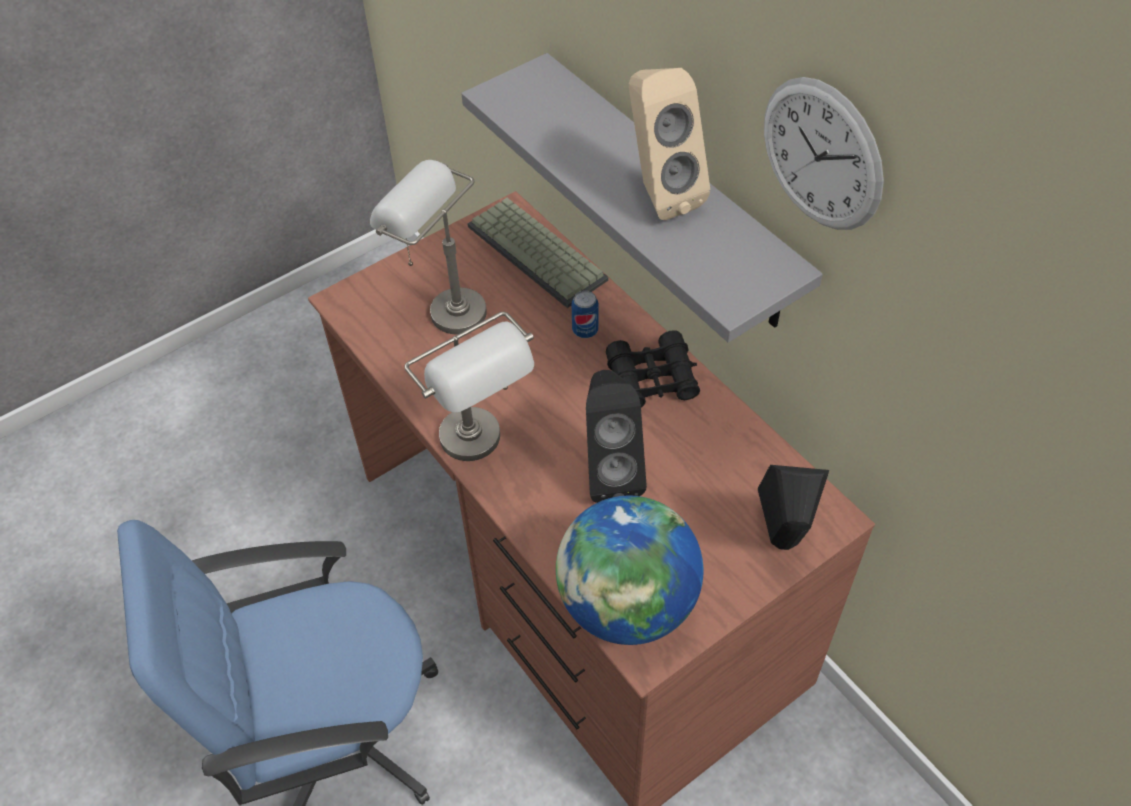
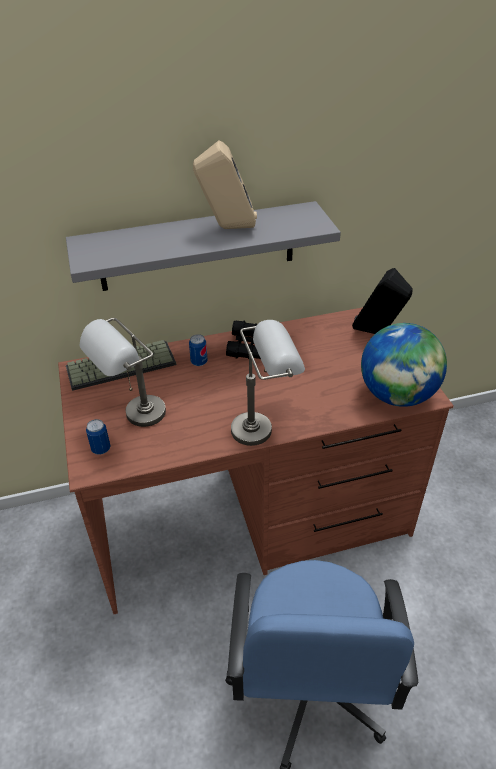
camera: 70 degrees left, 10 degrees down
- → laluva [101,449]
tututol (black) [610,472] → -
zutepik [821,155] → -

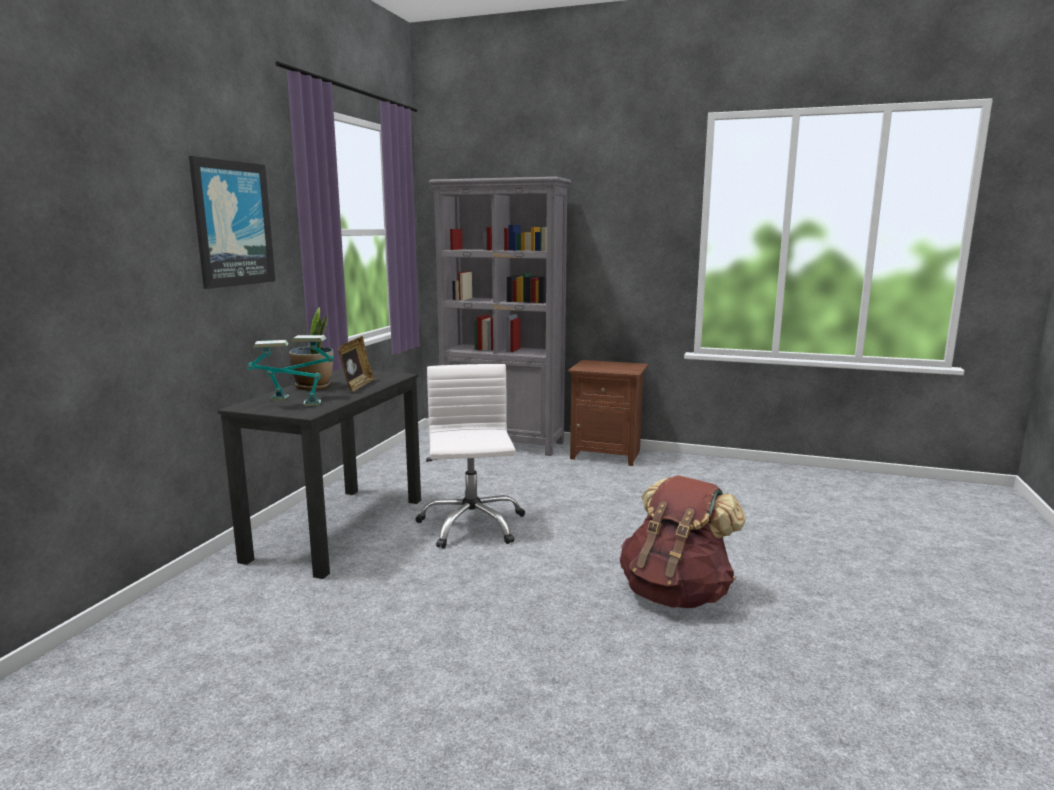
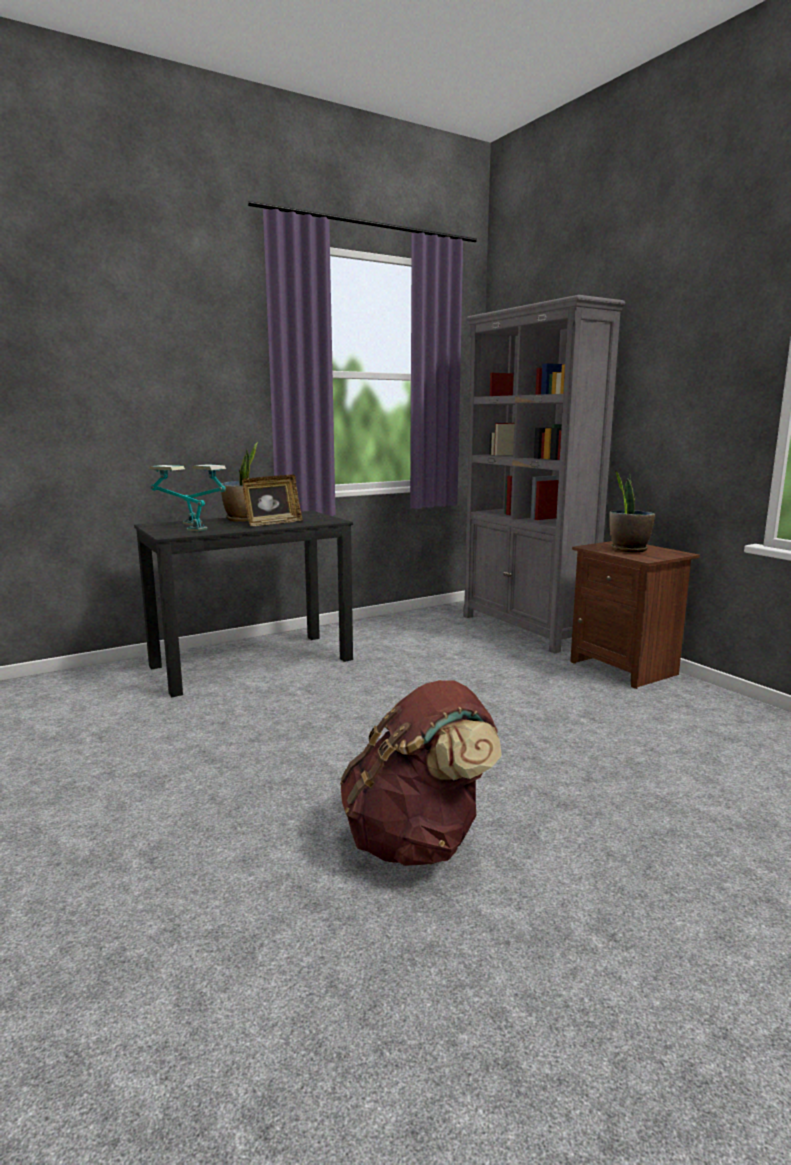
camera: 40 degrees right, 0 degrees up
- → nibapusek [628,550]
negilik [232,224] → -
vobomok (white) [471,525] → -

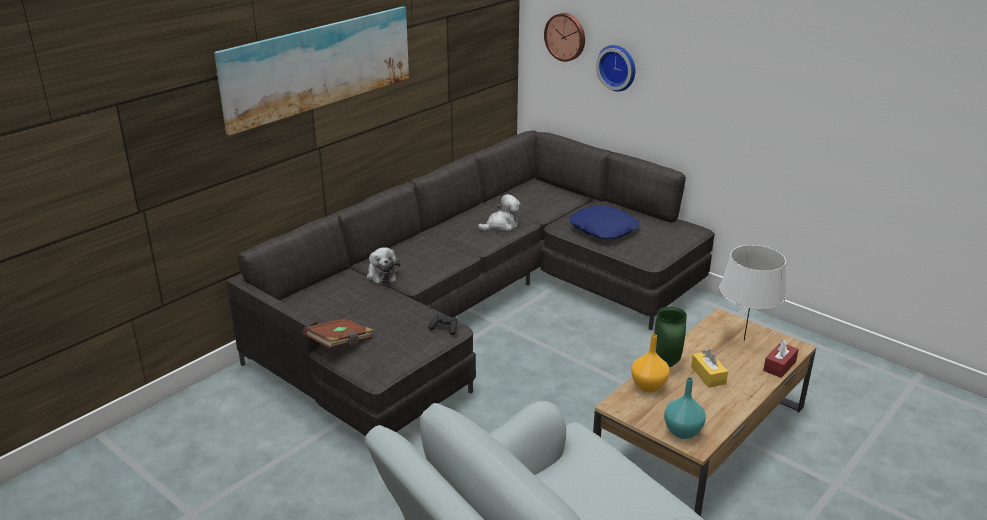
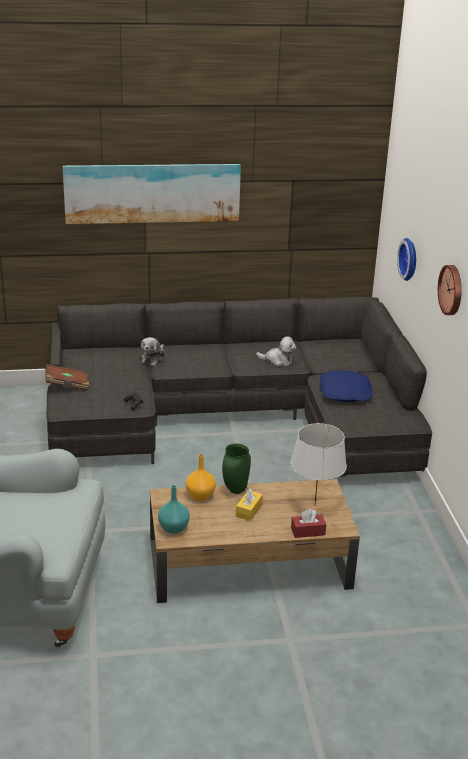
camera: 40 degrees right, 0 degrees up
zutepik [566,36] → zutepik [452,290], move

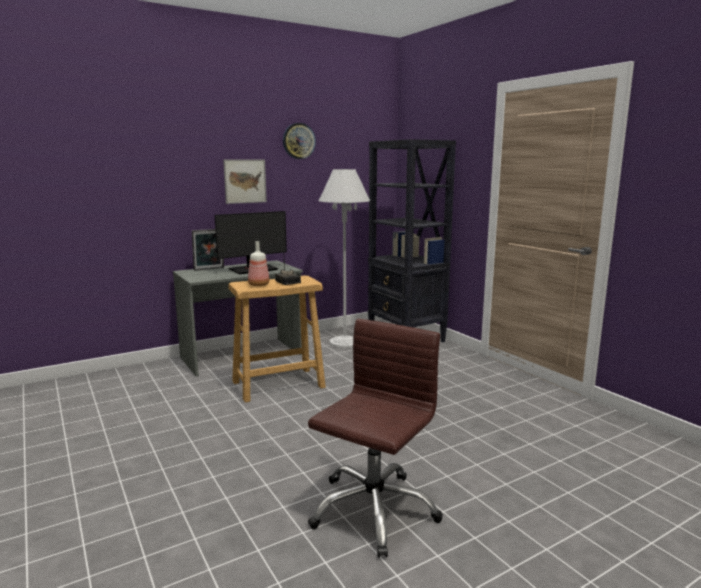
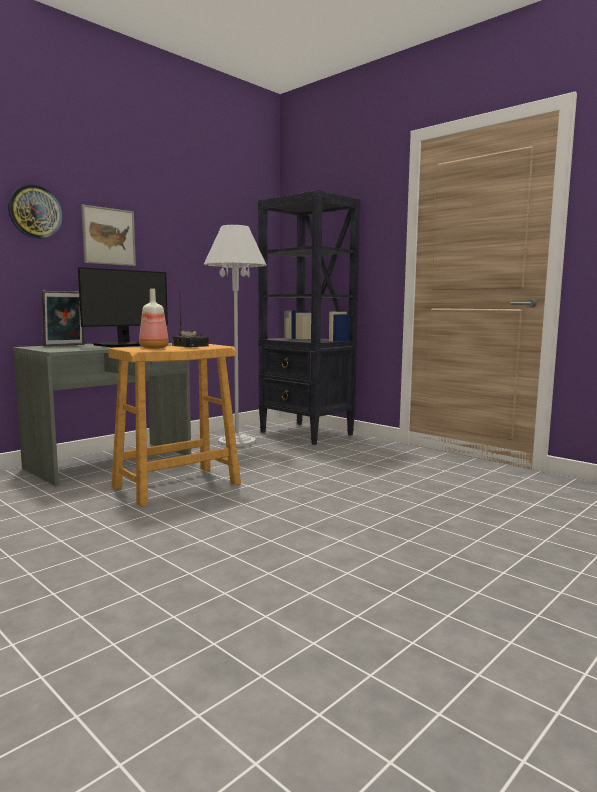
camera: 15 degrees left, 5 degrees down
zutepik [298,141] → zutepik [35,212], move
vobomok (brown) [373,510] → -

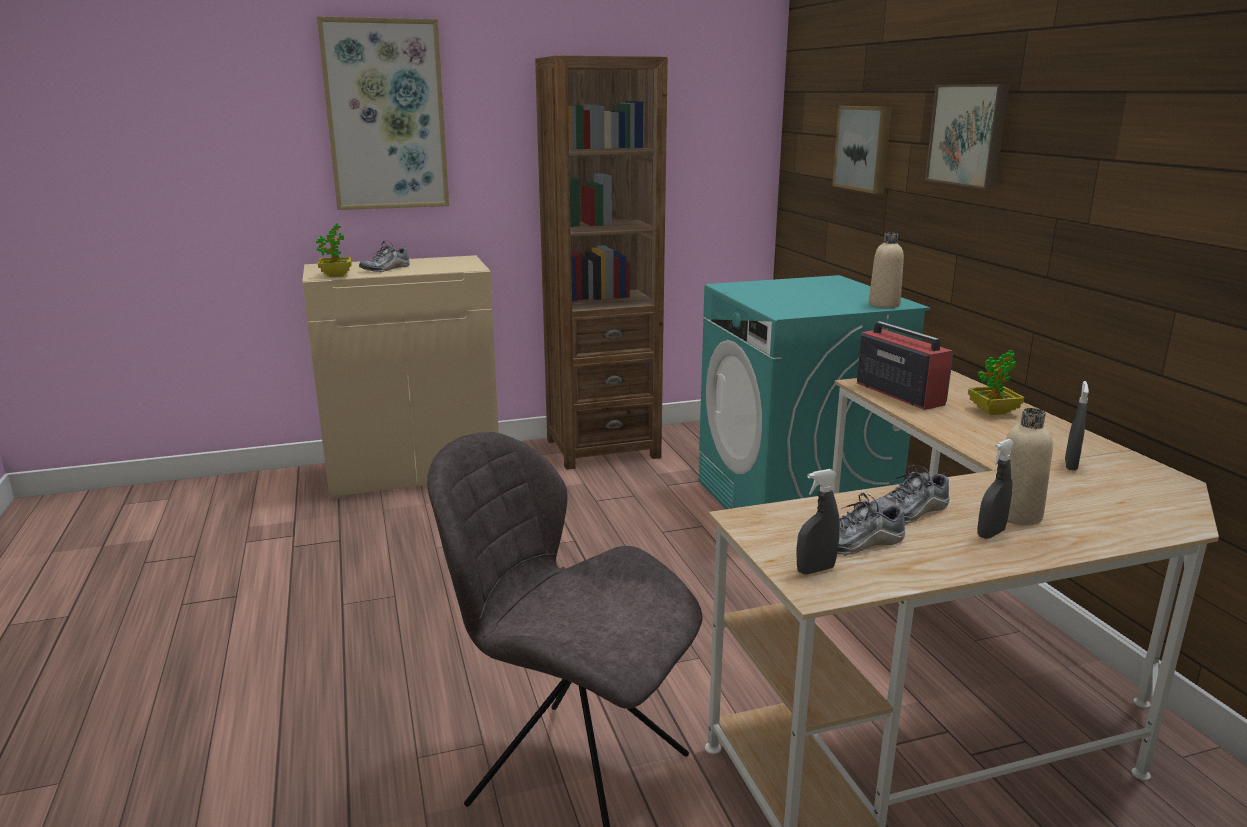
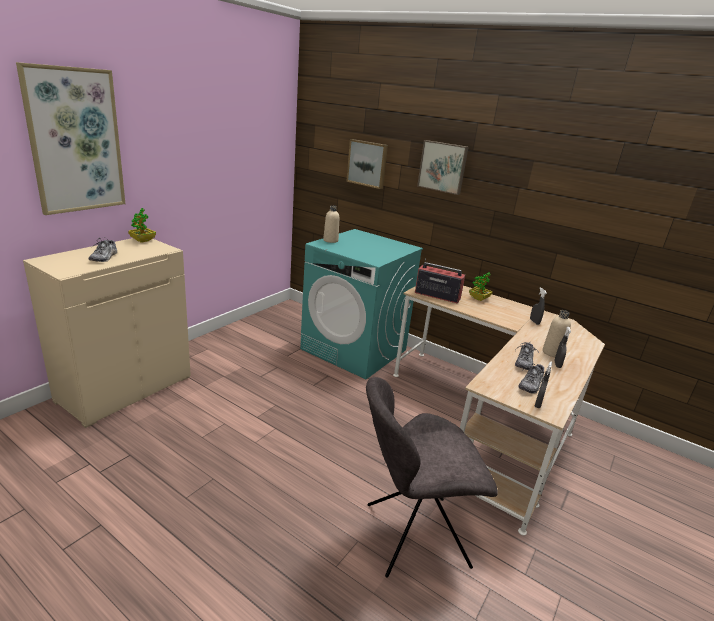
camera: 40 degrees left, 5 degrees up
nibapusek [336,275] → nibapusek [143,240], move
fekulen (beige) [884,305] → fekulen (beige) [330,240], move
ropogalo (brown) [602,448] → -

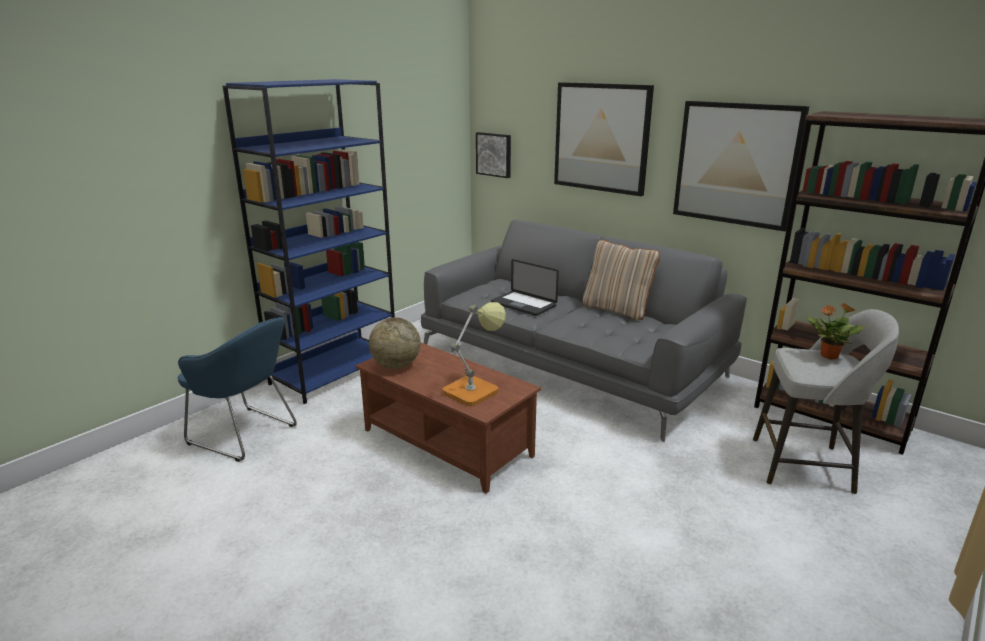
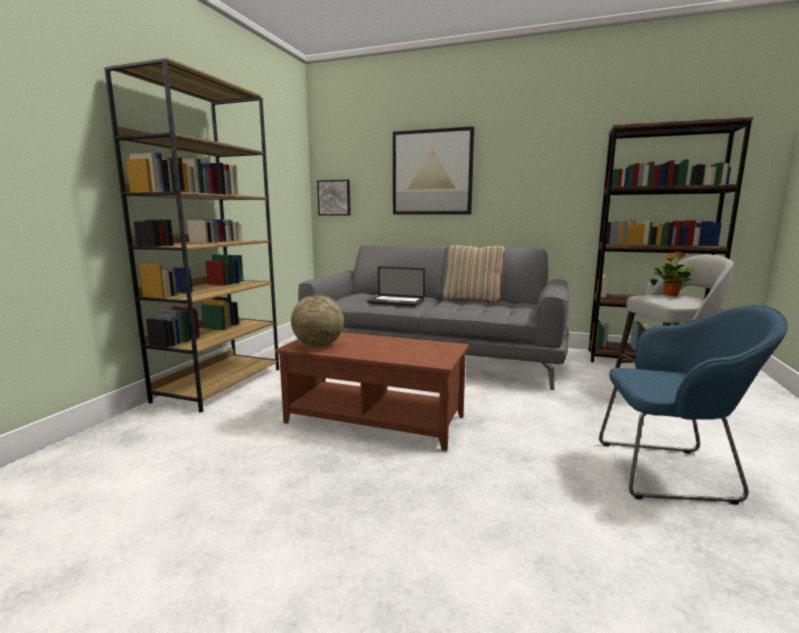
camera: 20 degrees left, 10 degrees down
ropogalo (blue) [335,371] → ropogalo (brown) [220,384]
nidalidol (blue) [247,435] → nidalidol (blue) [671,472], move
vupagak [475,389] → -
negilik [736,164] → -

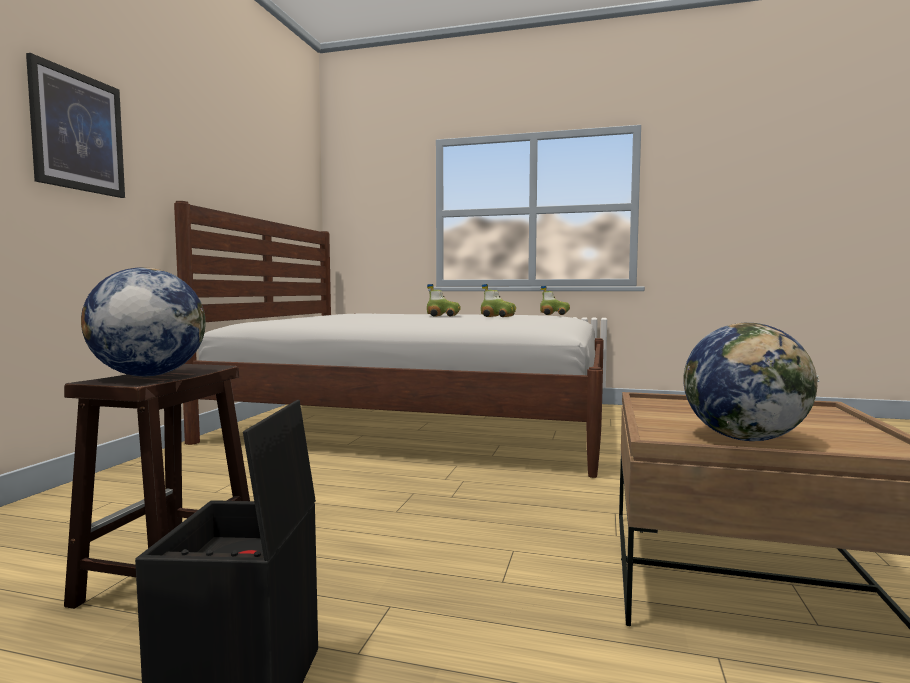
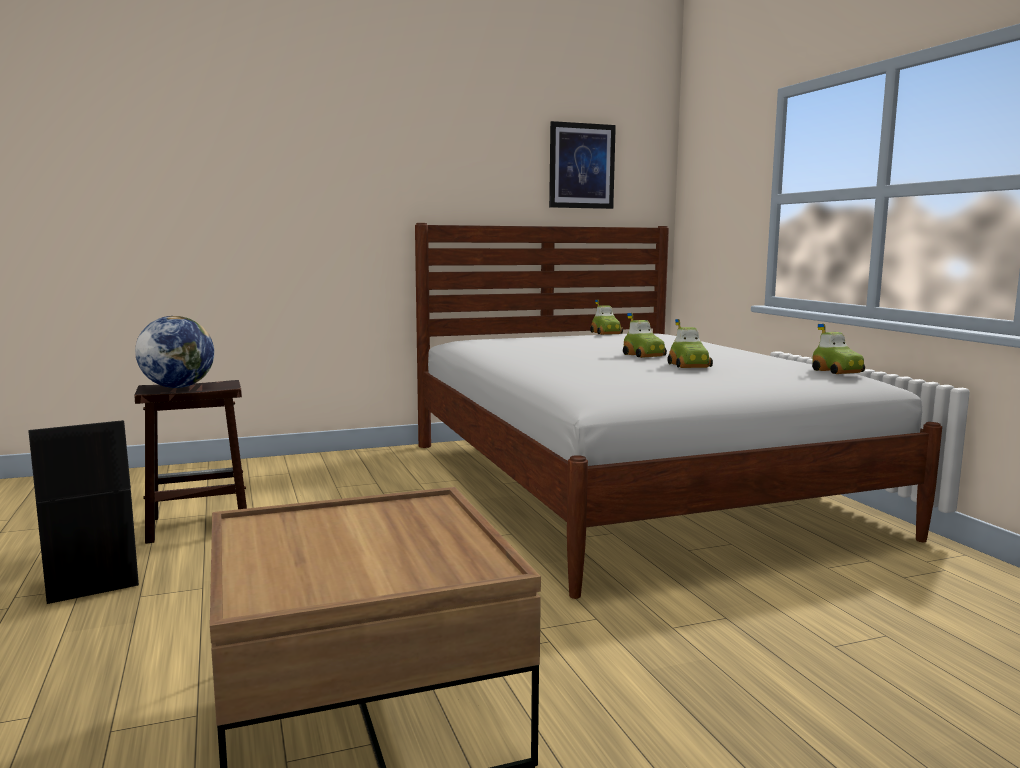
camera: 55 degrees right, 5 degrees up
negilik [78,132] → negilik [581,166], move
- → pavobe [607,333]
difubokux [745,439] → -

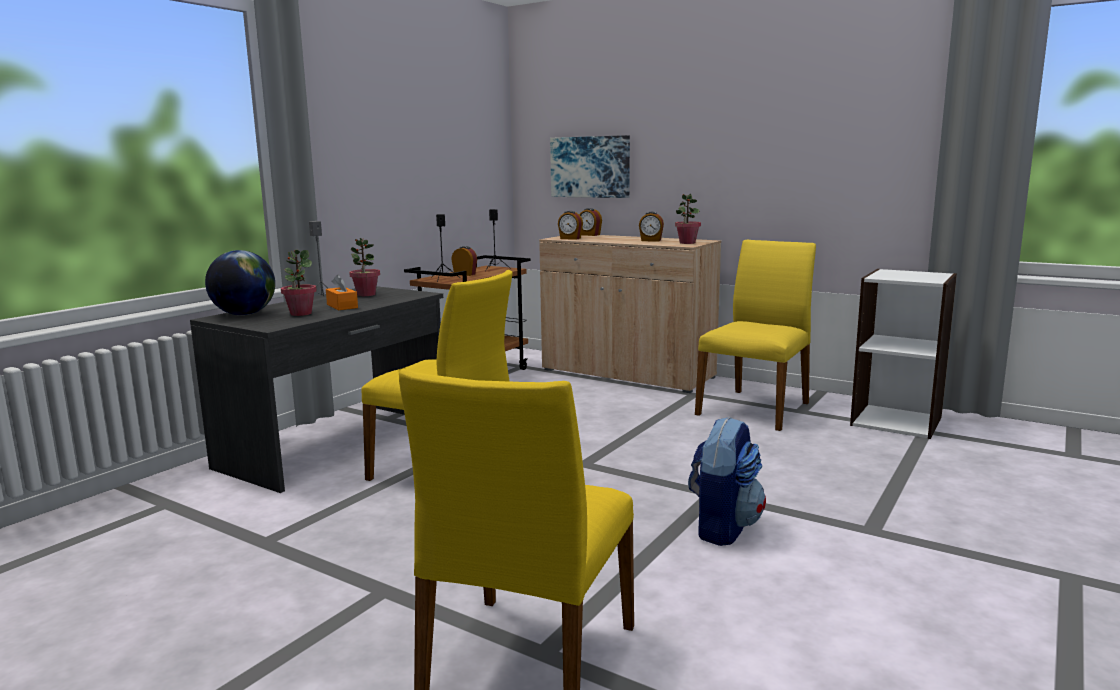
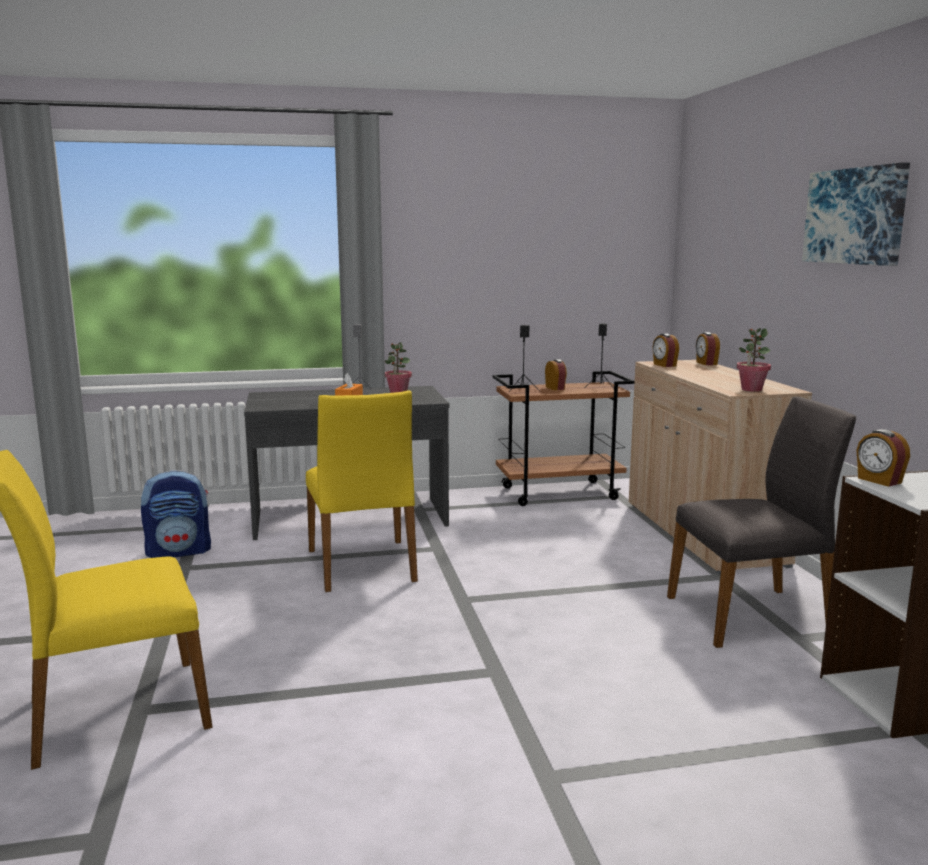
camera: 45 degrees right, 0 degrees up
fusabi [723,527] → fusabi [179,551], move
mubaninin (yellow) [755,408] → mubaninin (grey) [751,615]
negilik [590,167] → negilik [855,216], move
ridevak [651,240] → ridevak [879,481], move
difubokux [244,314] → -
nibapusek [300,313] → -

